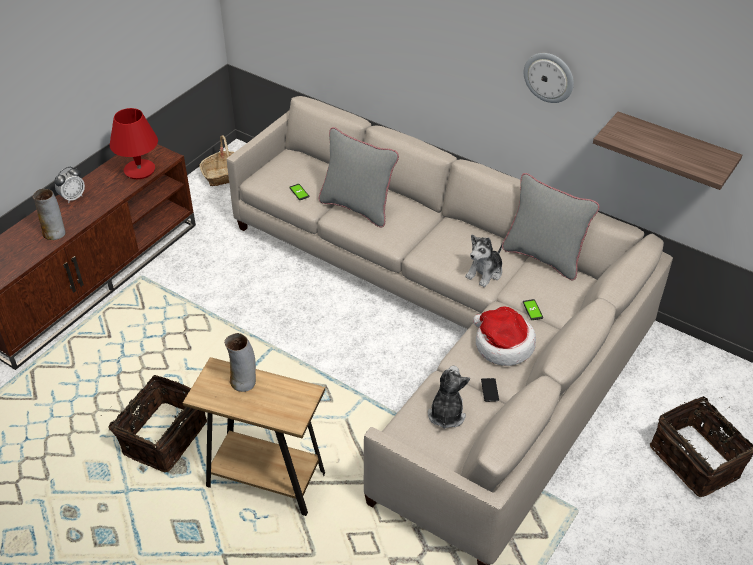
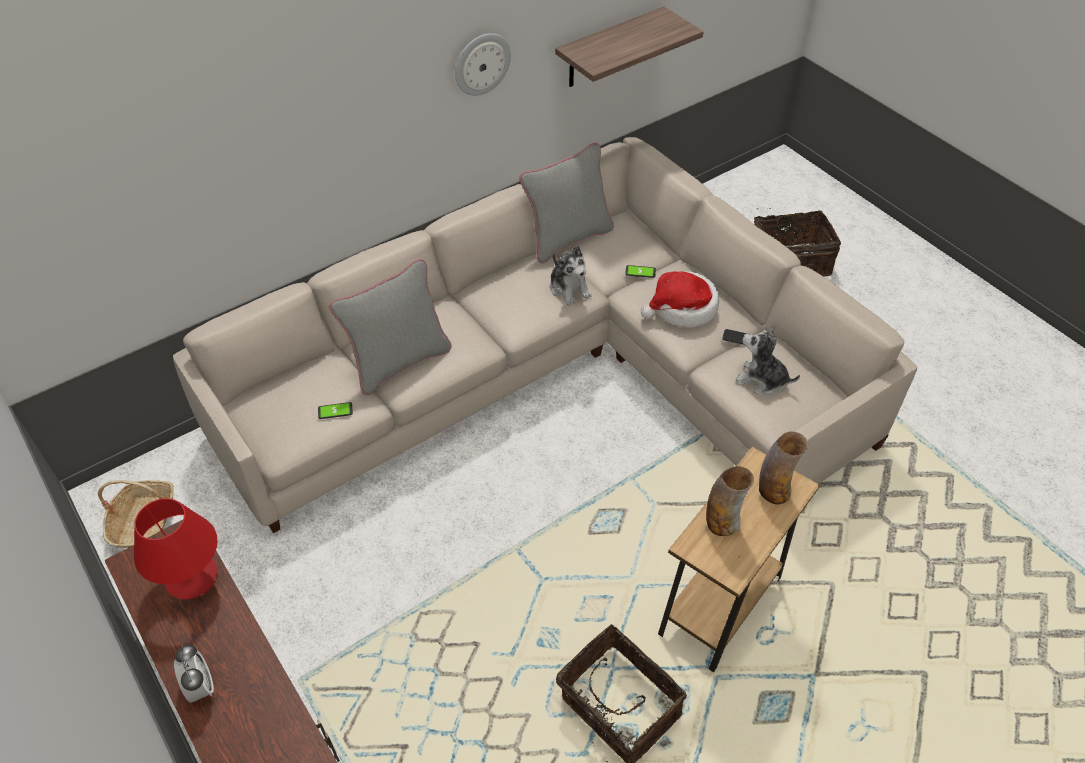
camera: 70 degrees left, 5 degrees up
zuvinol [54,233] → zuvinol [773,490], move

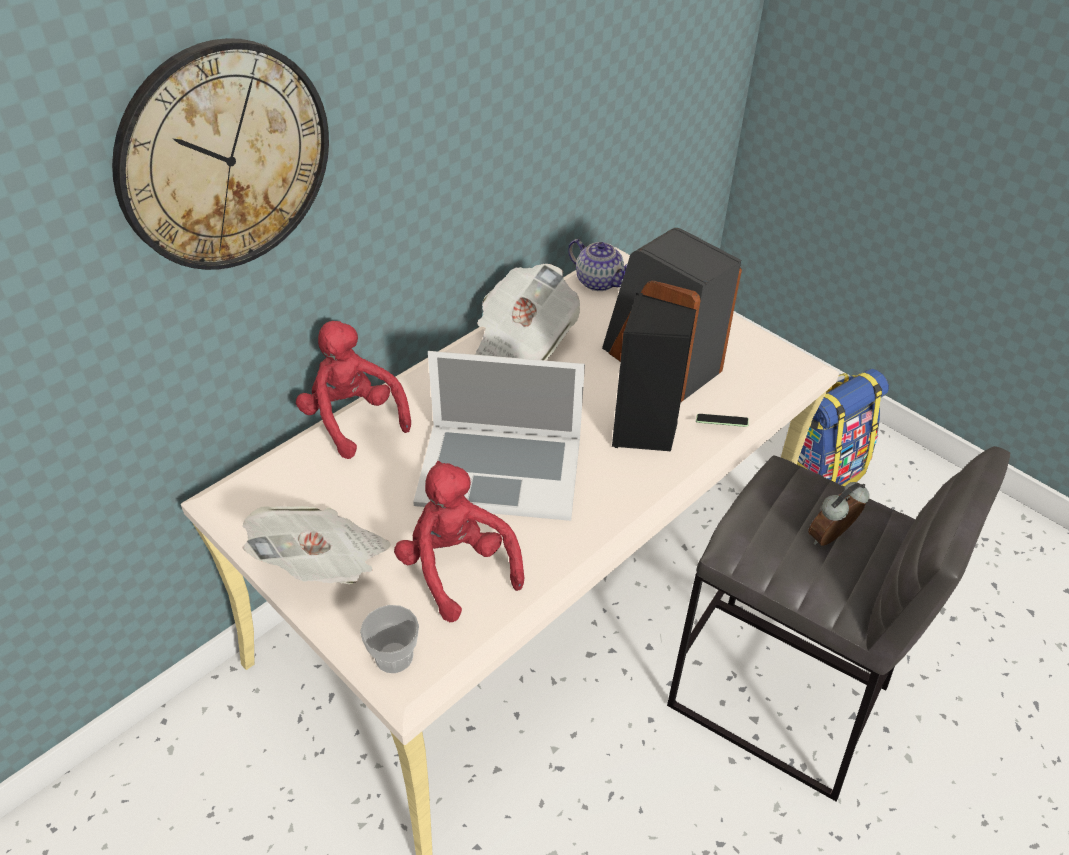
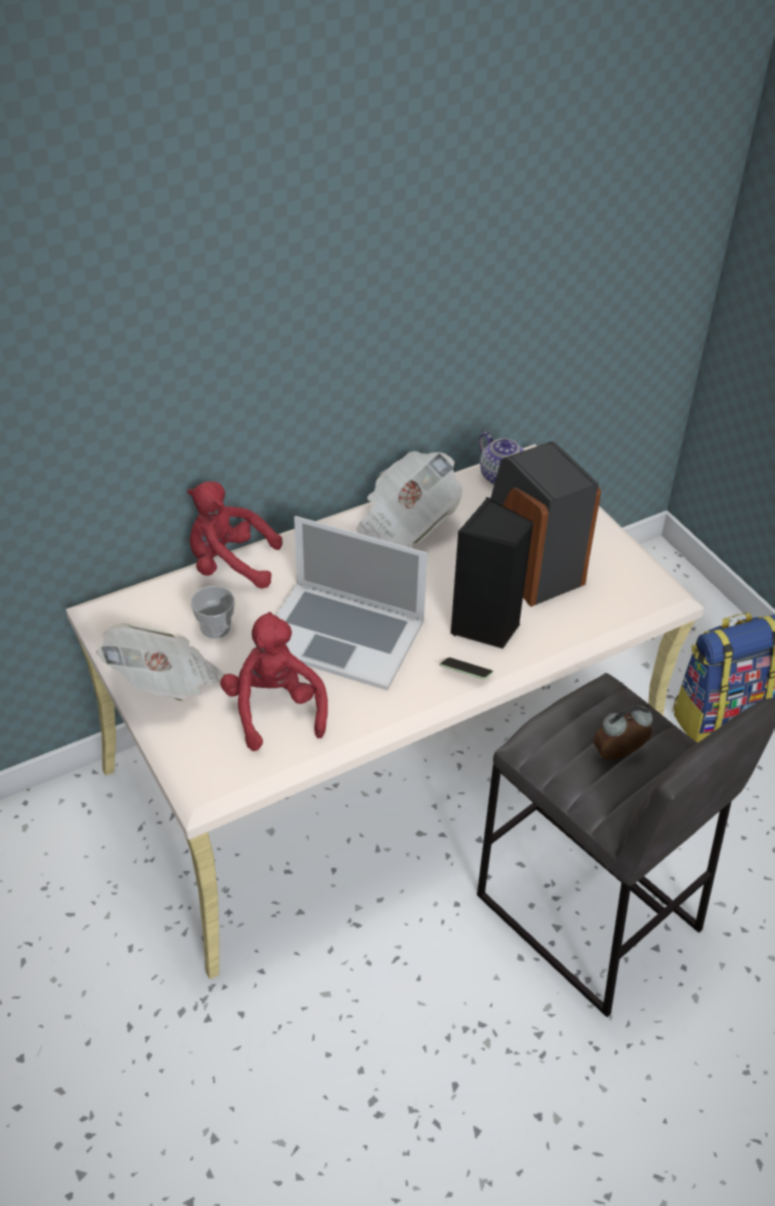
camera: 15 degrees right, 0 degrees up
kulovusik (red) [353,419] → kulovusik (red) [229,564], 60 degrees counterclockwise
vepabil [394,656] → vepabil [215,628], move
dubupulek [721,425] → dubupulek [465,673], move
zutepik [225,157] → -

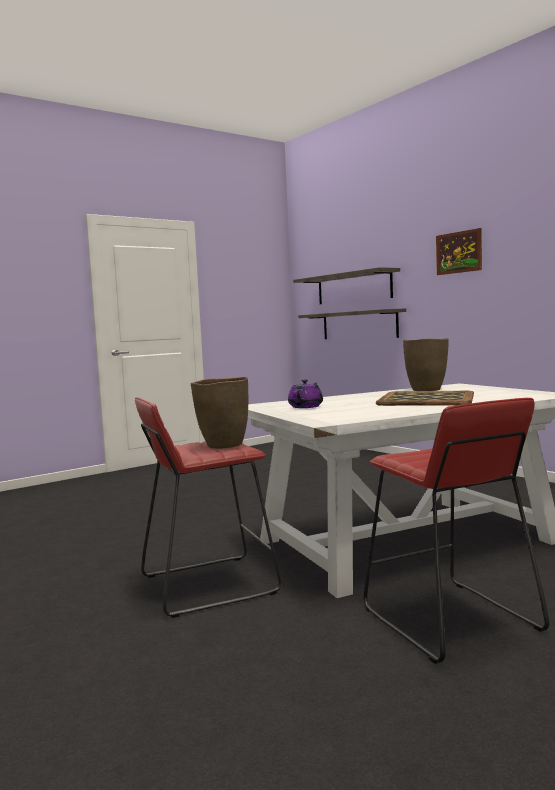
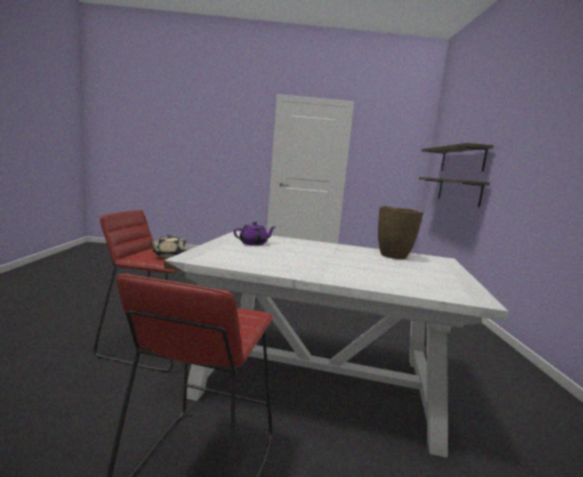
camera: 35 degrees right, 5 degrees up
zuvinol (brown) [223,445] → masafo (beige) [168,256]
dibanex [425,399] → -
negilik [458,252] → -

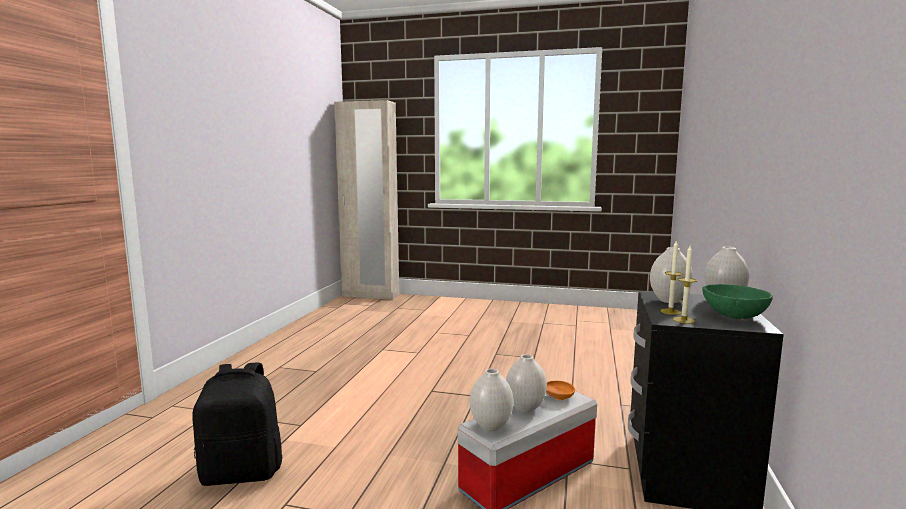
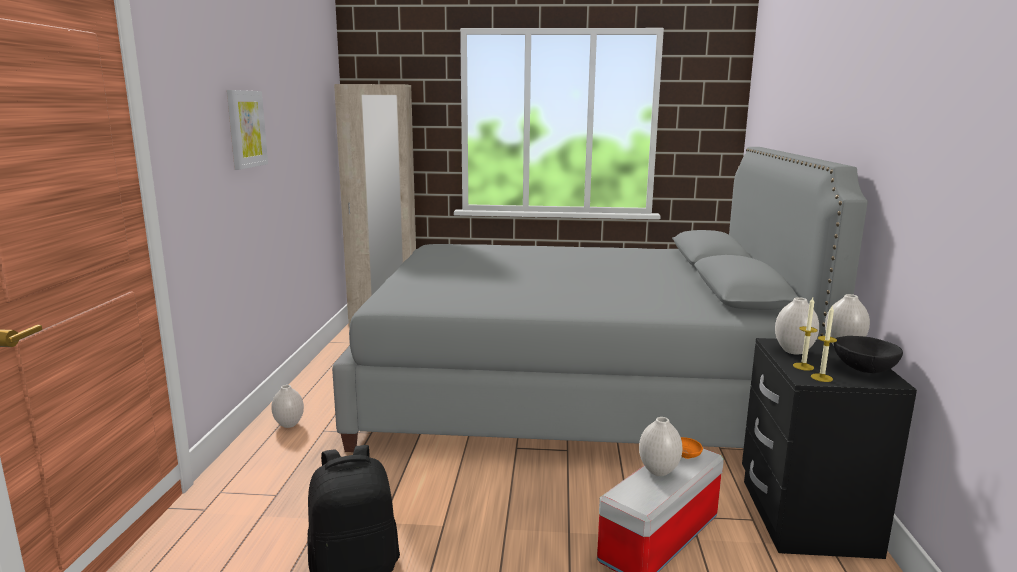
camera: 10 degrees left, 5 degrees up
- → negilik [246,129]
zuvinol (white) [490,426] → zuvinol (white) [288,425], move
- → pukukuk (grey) [573,392]
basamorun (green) [735,317] → basamorun (black) [865,370]

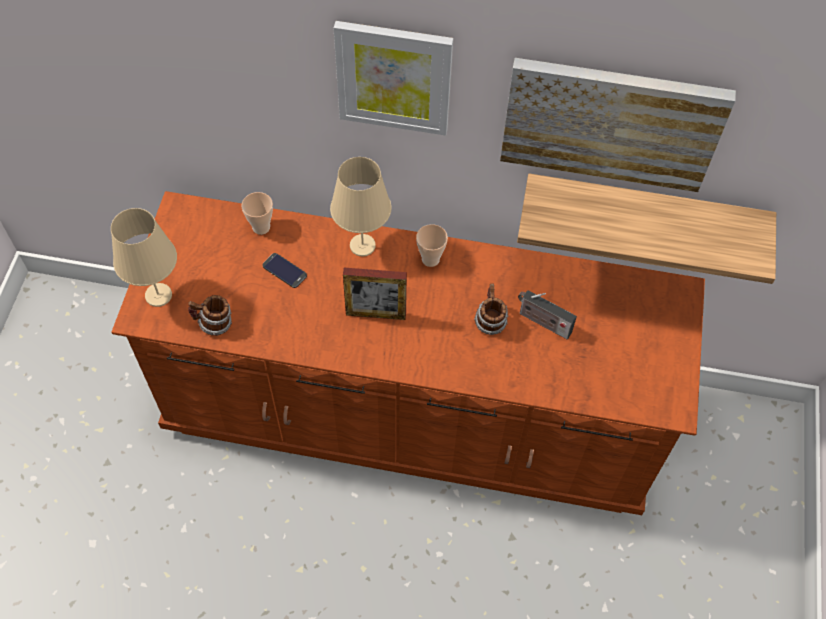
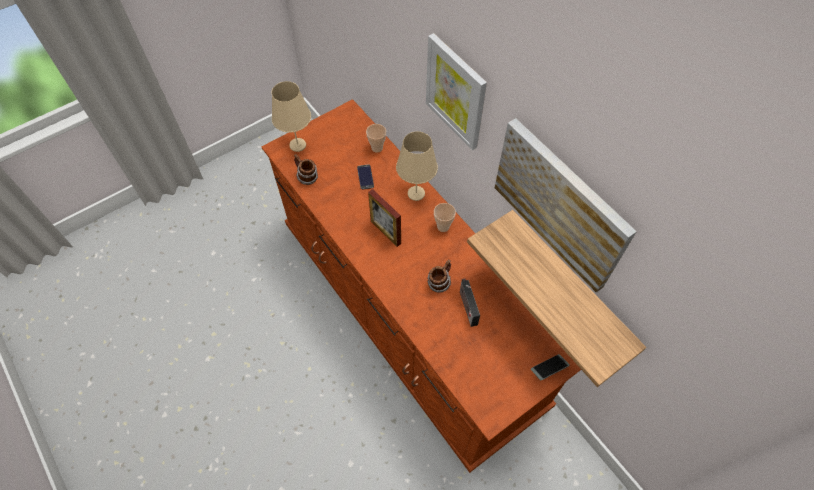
camera: 45 degrees right, 0 degrees up
- → dubupulek [549,368]

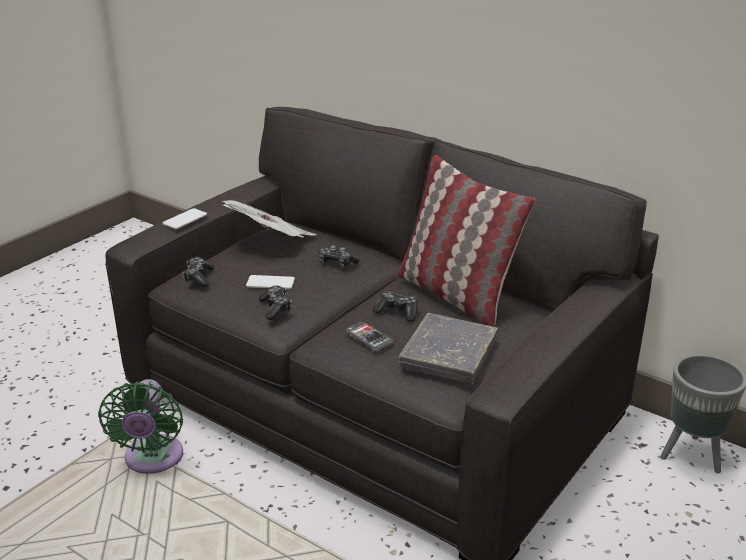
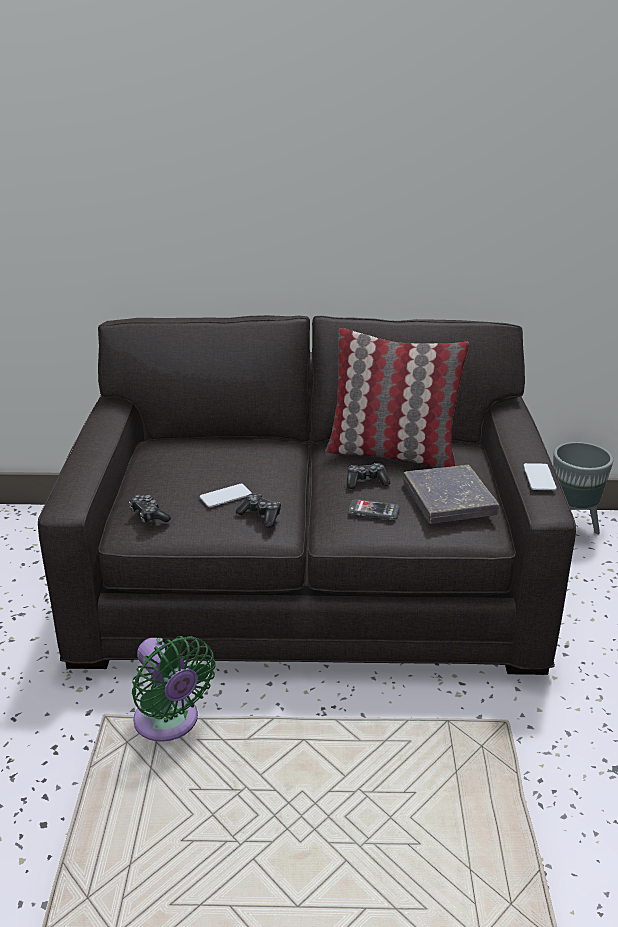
camera: 35 degrees left, 0 degrees up
dubupulek [185,219] → dubupulek [539,478], move
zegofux [271,241] → -
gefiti [336,263] → -

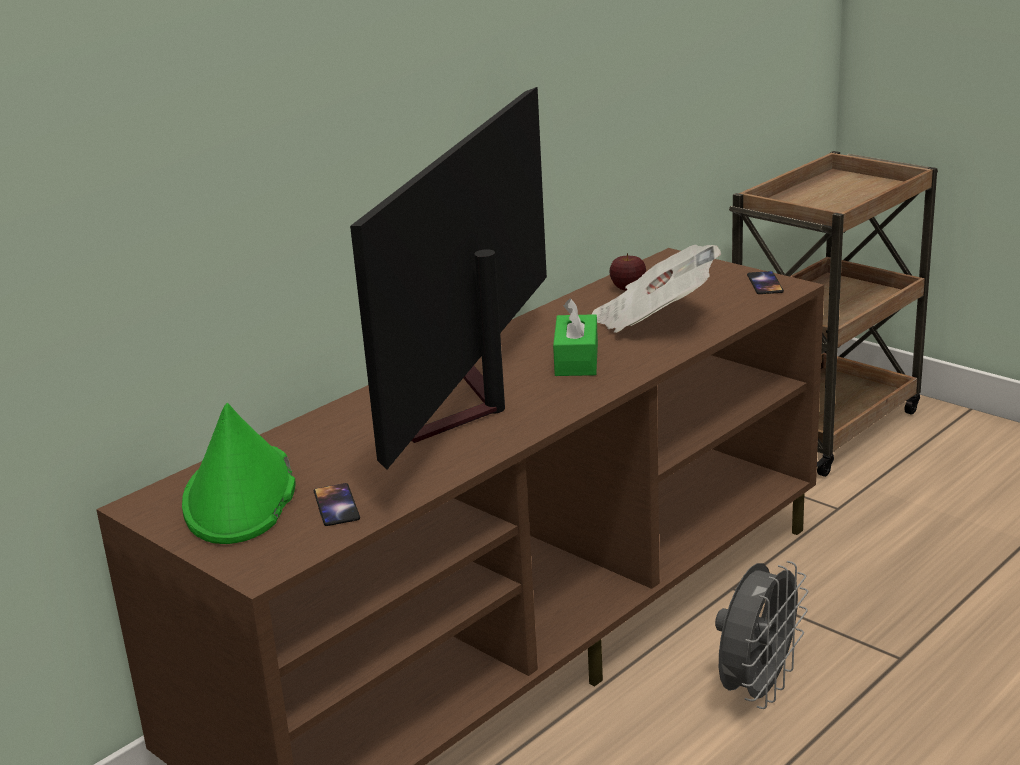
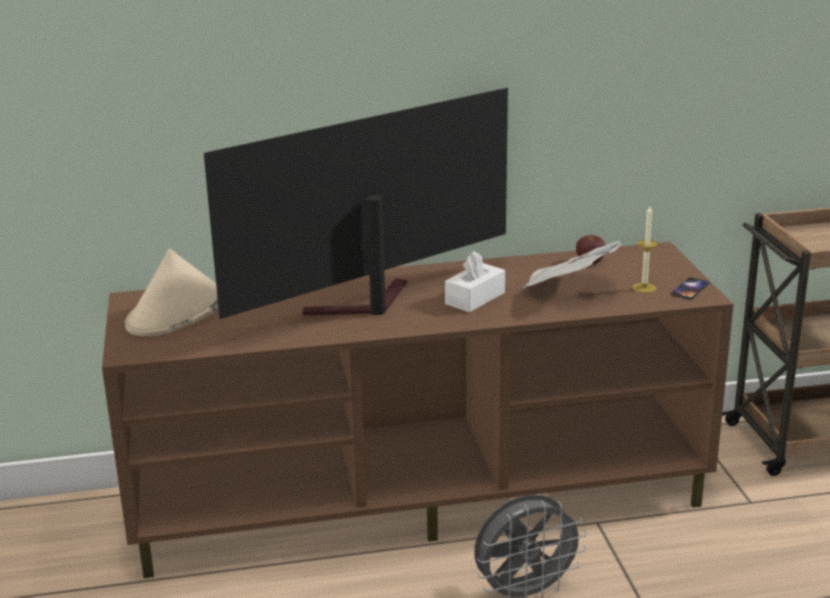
camera: 35 degrees right, 0 degrees up
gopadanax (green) [240,497] → gopadanax (beige) [177,312]
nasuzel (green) [576,360] → nasuzel (white) [475,298]
- → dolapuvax [644,288]
dubupulek [336,505] → -

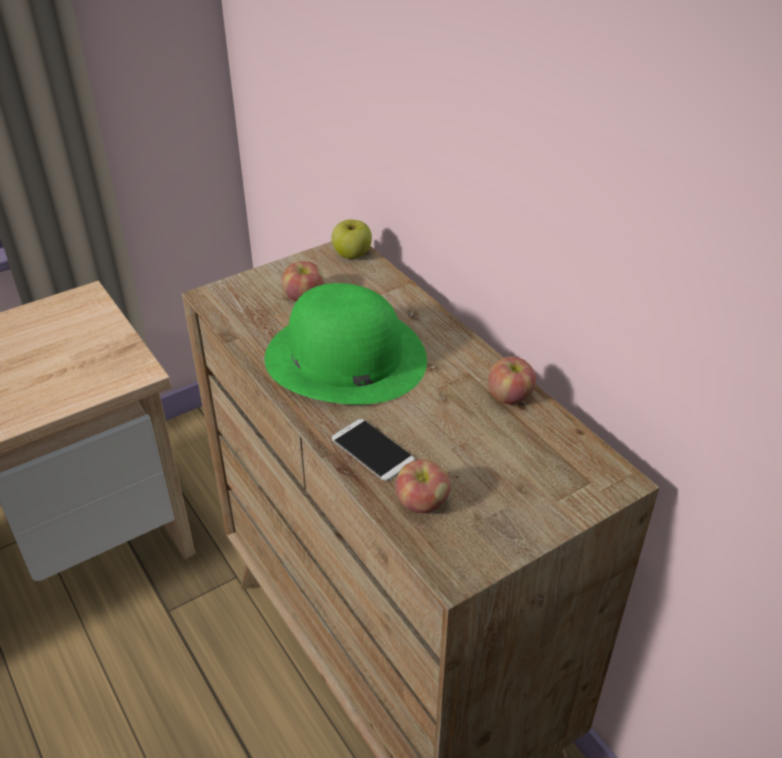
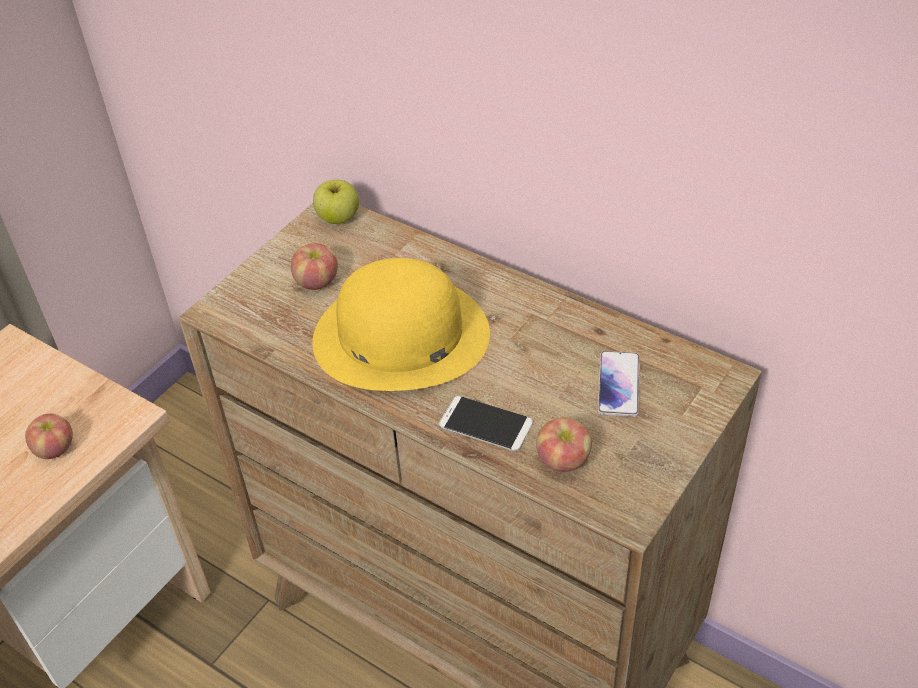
camera: 20 degrees left, 5 degrees up
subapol [509,396] → subapol [55,449], move
gopadanax (green) [344,357] → gopadanax (yellow) [400,336]
- → dubupulek [619,385]

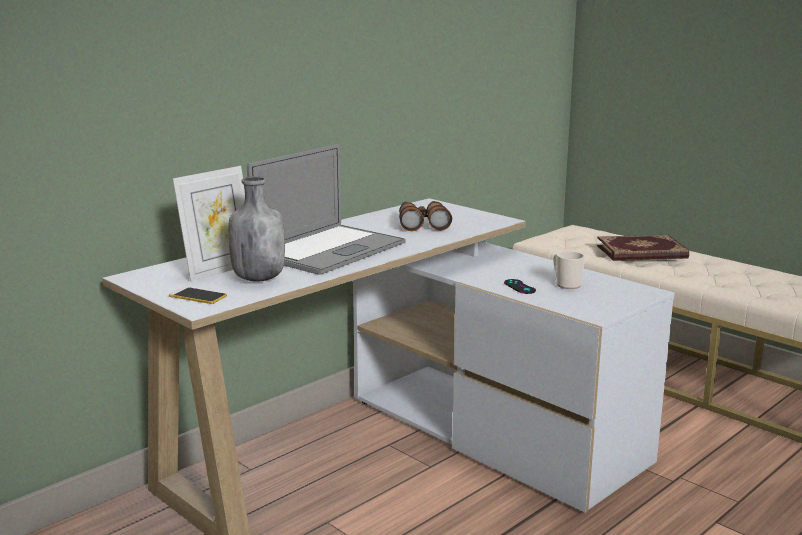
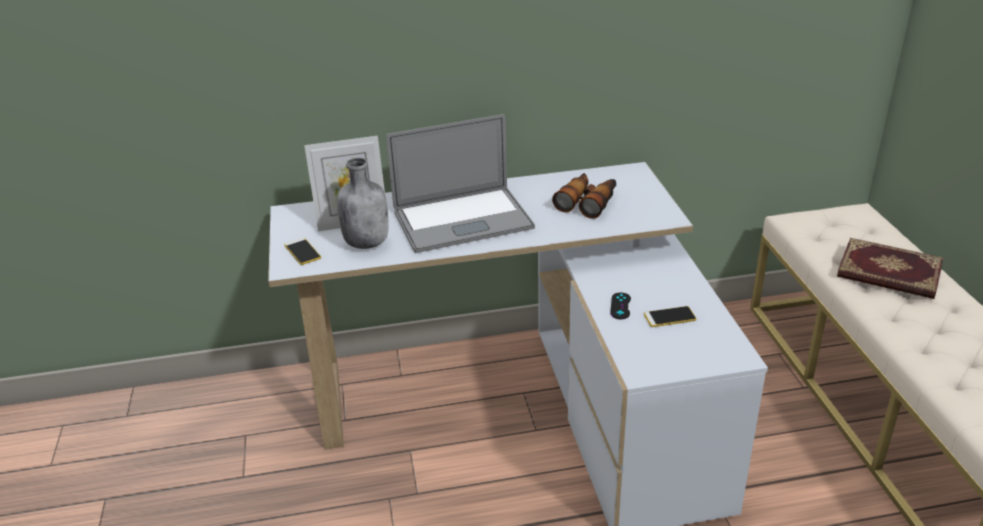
camera: 35 degrees right, 15 degrees up
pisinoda [566,284] → dubupulek [669,317]

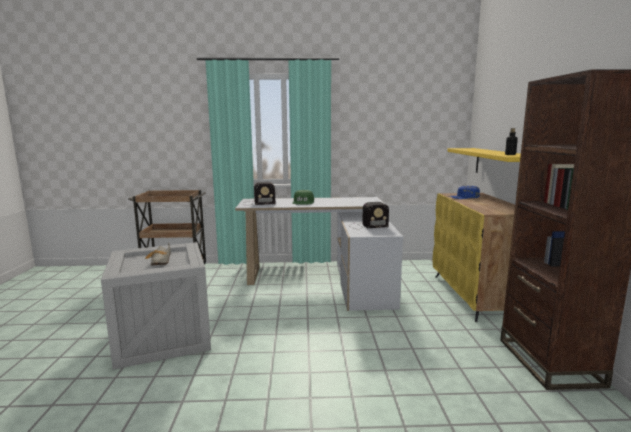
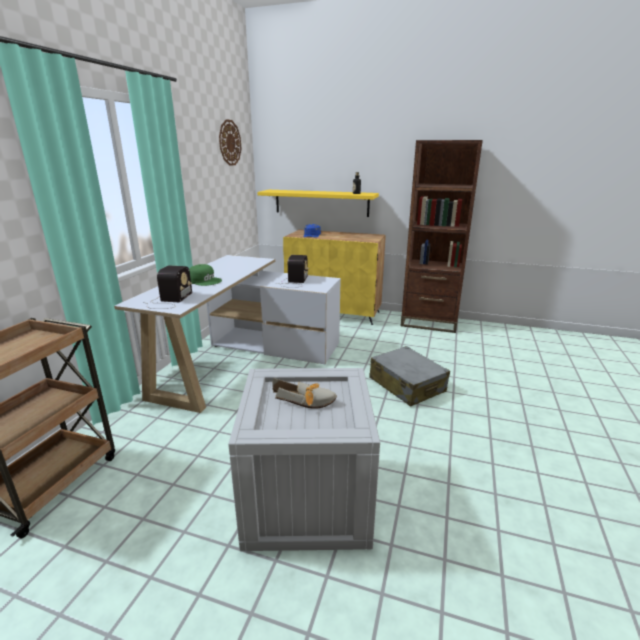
camera: 70 degrees left, 10 degrees up
- → zutepik [229,143]
- → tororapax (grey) [407,385]

